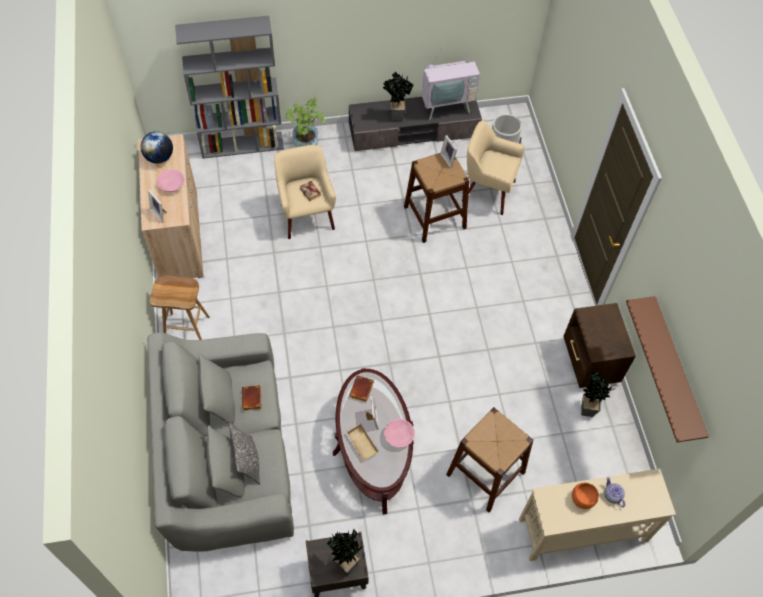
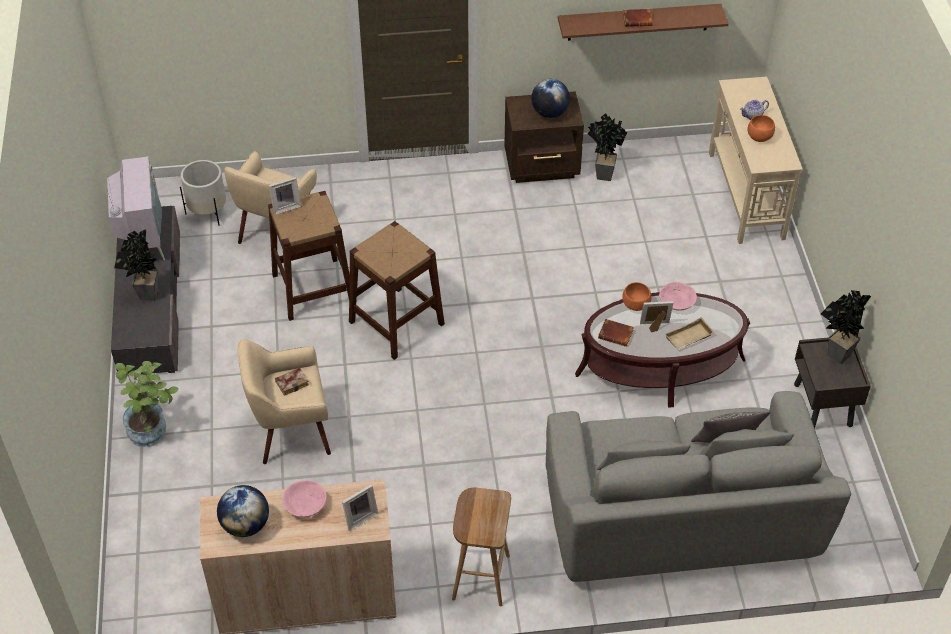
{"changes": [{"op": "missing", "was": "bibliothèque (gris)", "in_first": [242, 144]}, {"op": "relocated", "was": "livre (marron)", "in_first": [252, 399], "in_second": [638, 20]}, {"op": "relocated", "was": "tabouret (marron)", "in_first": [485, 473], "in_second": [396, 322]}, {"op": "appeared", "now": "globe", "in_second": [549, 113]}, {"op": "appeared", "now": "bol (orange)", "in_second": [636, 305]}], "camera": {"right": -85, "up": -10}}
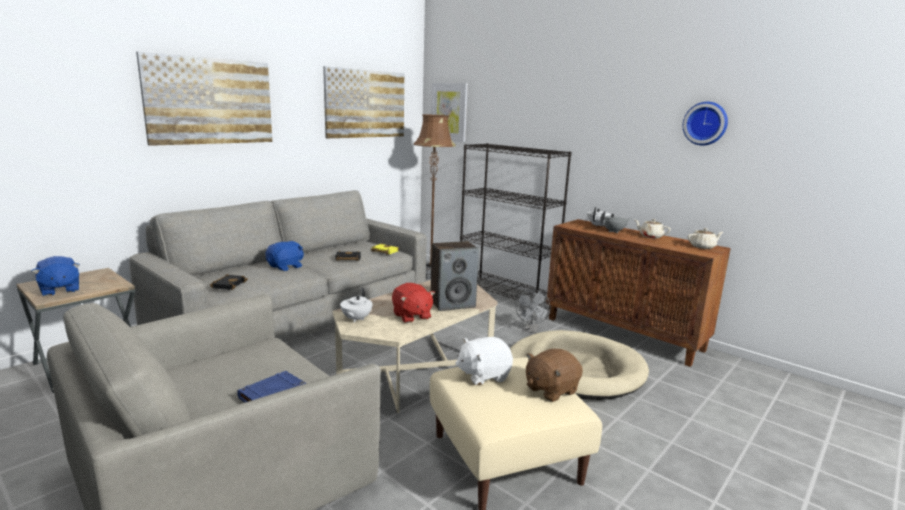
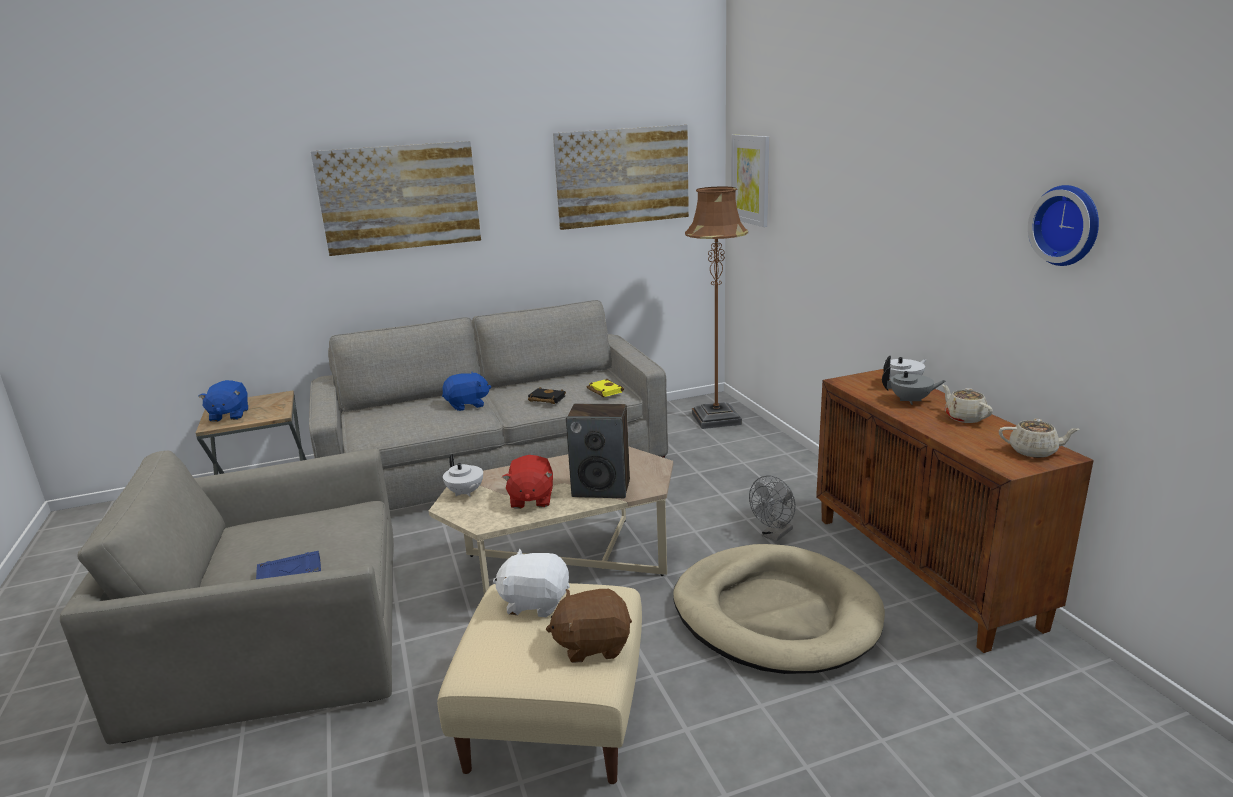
{"changes": [{"op": "missing", "was": "bibliothèque (noir)", "in_first": [506, 294]}, {"op": "missing", "was": "livre (noir)", "in_first": [228, 284]}, {"op": "spun", "was": "théière (blanc)", "in_first": [356, 319], "in_second": [465, 493], "clockwise": -75}], "camera": {"right": 30, "up": 5}}
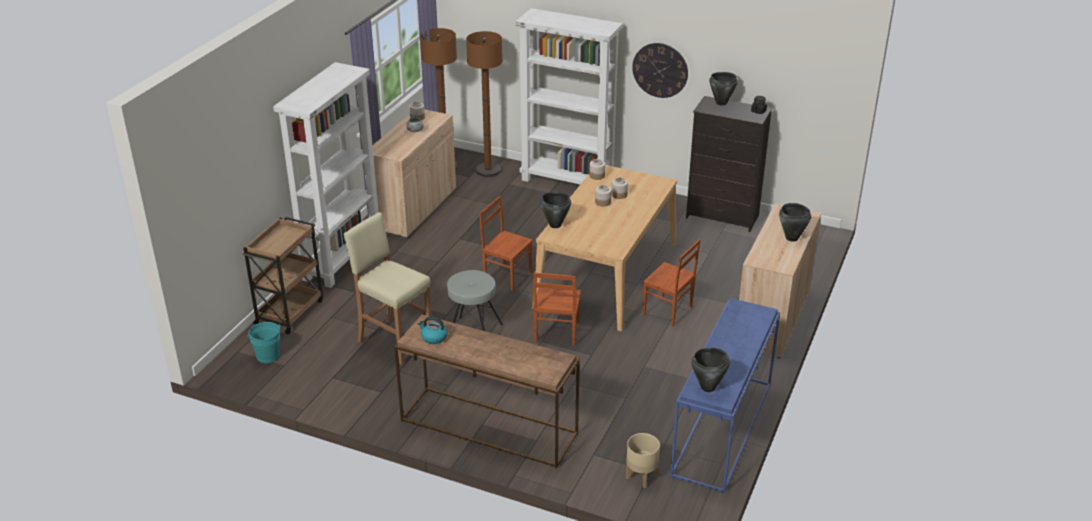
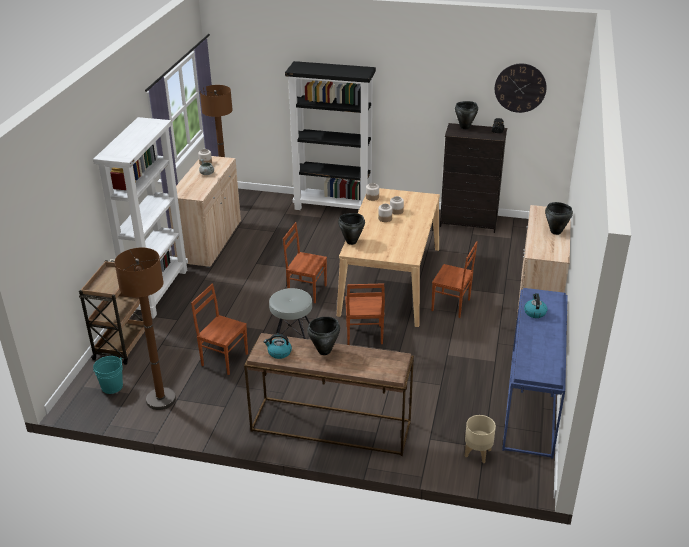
{"changes": [{"op": "colour", "was": "bibliothèque (blanc)", "now": "bibliothèque (noir)", "in_first": [568, 182], "in_second": [333, 207]}, {"op": "relocated", "was": "lampadaire (marron)", "in_first": [488, 171], "in_second": [161, 399]}, {"op": "relocated", "was": "horloge murale", "in_first": [660, 70], "in_second": [520, 88]}, {"op": "exchanged", "was": "tabouret (beige)", "now": "chaise (marron)", "in_first": [394, 341], "in_second": [224, 359]}, {"op": "relocated", "was": "marmite (noir)", "in_first": [708, 387], "in_second": [324, 351]}, {"op": "appeared", "now": "bouilloire", "in_second": [534, 312]}], "camera": {"right": -10, "up": 0}}
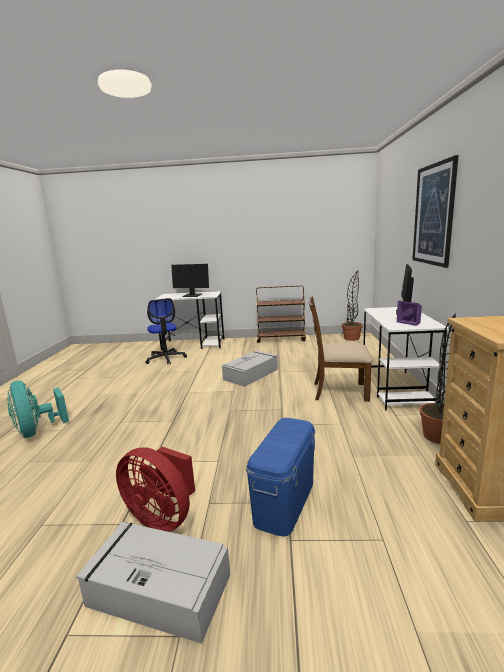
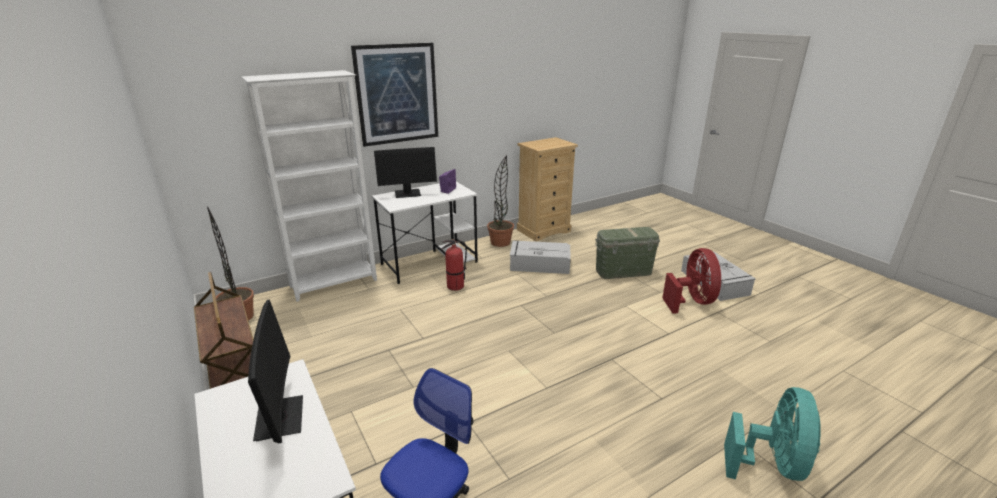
{"changes": [{"op": "exchanged", "was": "chaise (marron)", "now": "extincteur", "in_first": [339, 391], "in_second": [455, 286]}, {"op": "relocated", "was": "boîte de rangement (gris)", "in_first": [251, 374], "in_second": [539, 264]}, {"op": "colour", "was": "boîte de rangement (bleu)", "now": "boîte de rangement (vert)", "in_first": [285, 501], "in_second": [623, 271]}, {"op": "appeared", "now": "bibliothèque (blanc)", "in_second": [335, 283]}], "camera": {"right": -125, "up": 10}}
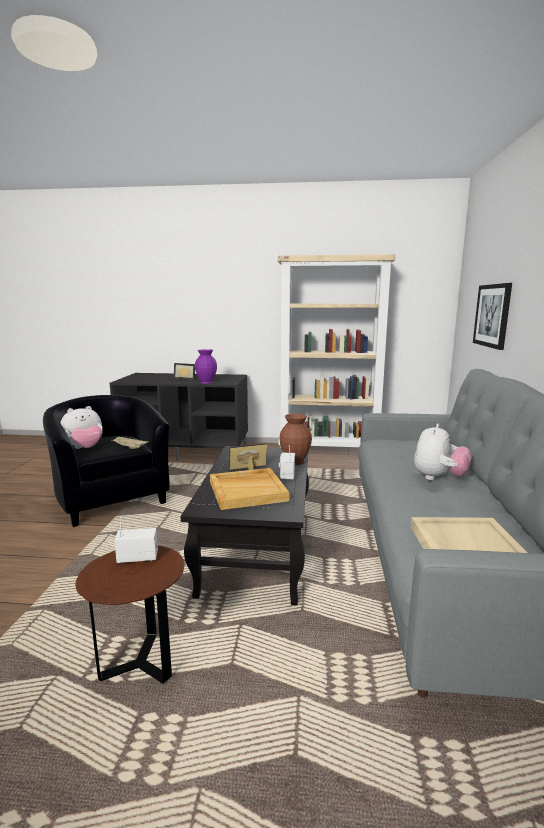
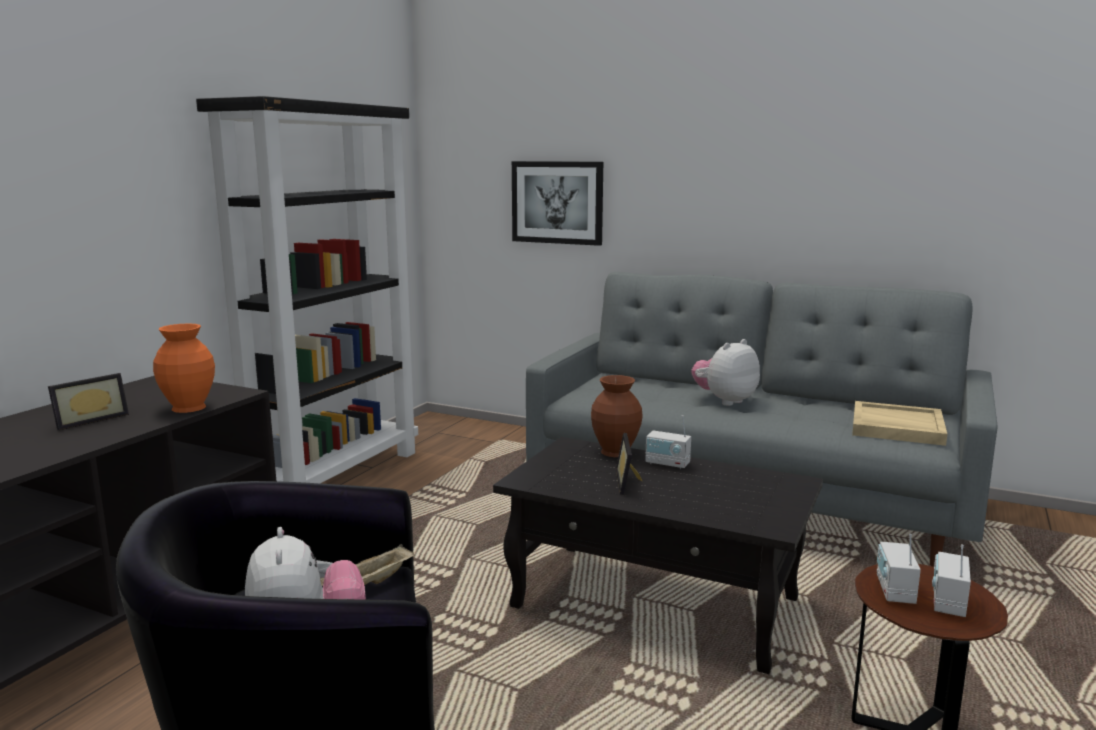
{"changes": [{"op": "colour", "was": "bibliothèque (beige)", "now": "bibliothèque (noir)", "in_first": [329, 451], "in_second": [337, 476]}, {"op": "colour", "was": "vase (violet)", "now": "vase (orange)", "in_first": [207, 382], "in_second": [190, 407]}, {"op": "spun", "was": "peluche", "in_first": [438, 478], "in_second": [724, 401], "clockwise": -90}, {"op": "missing", "was": "plateau (beige)", "in_first": [248, 491]}, {"op": "appeared", "now": "radio", "in_second": [948, 603]}], "camera": {"right": -70, "up": 0}}
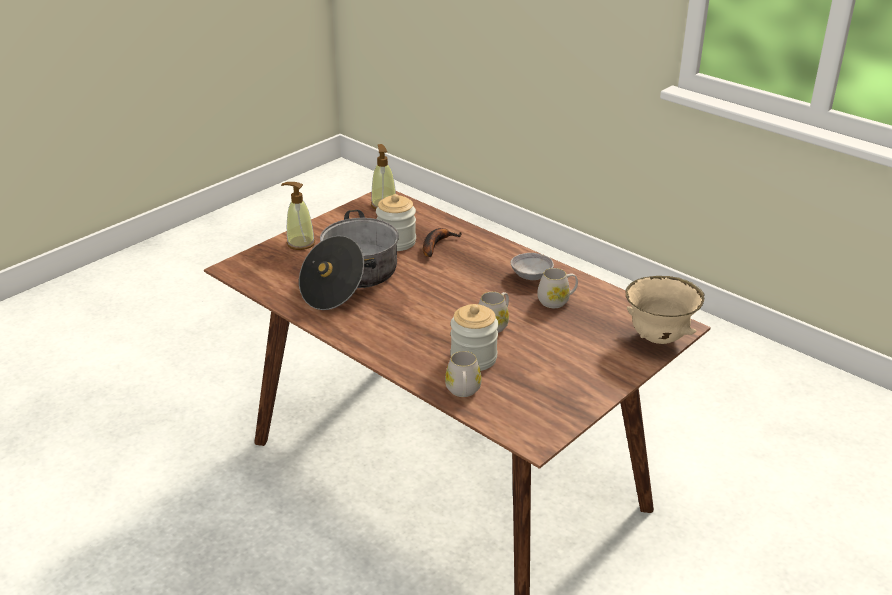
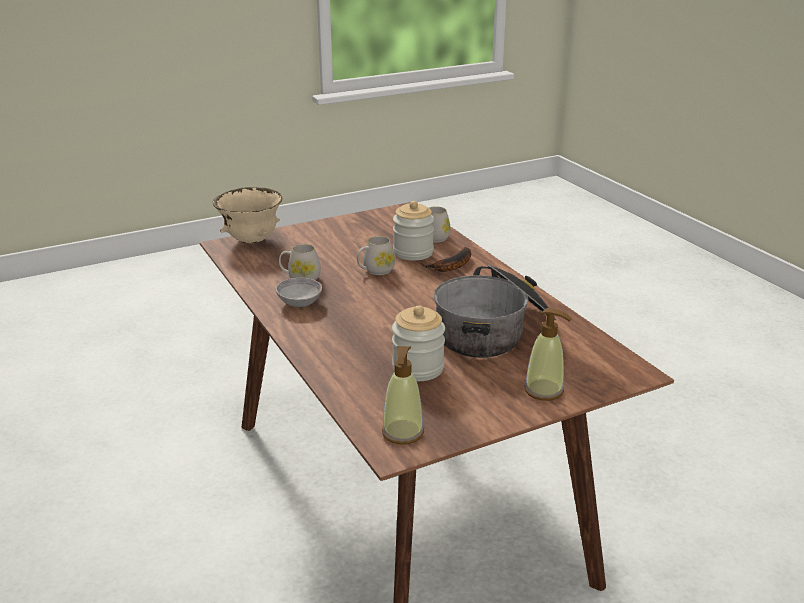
{"changes": [{"op": "relocated", "was": "banane", "in_first": [436, 245], "in_second": [451, 266]}], "camera": {"right": -160, "up": -5}}
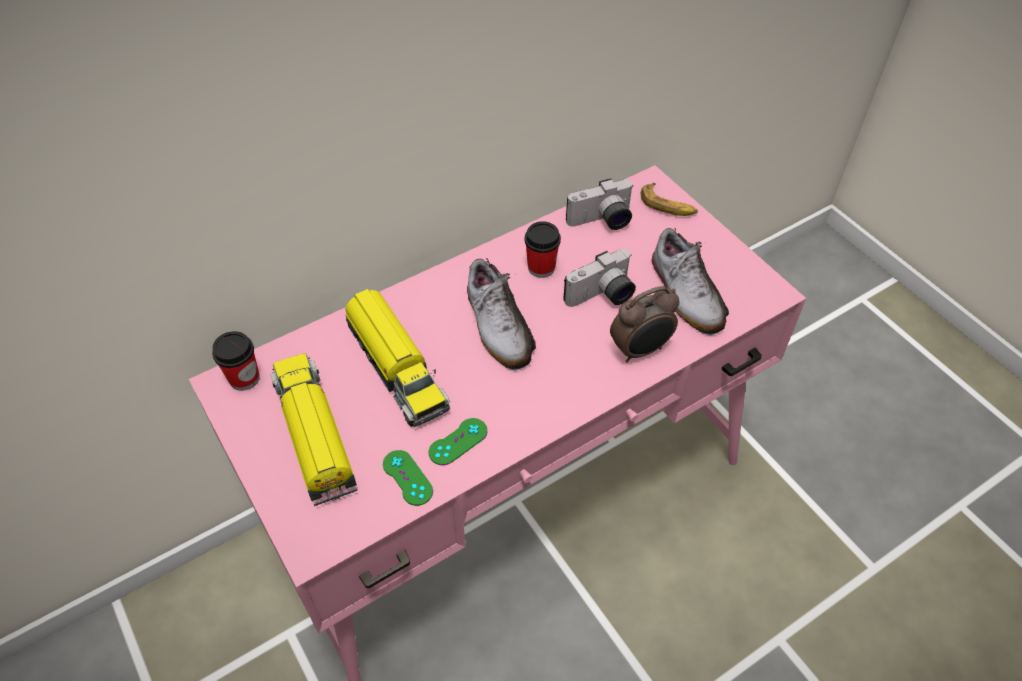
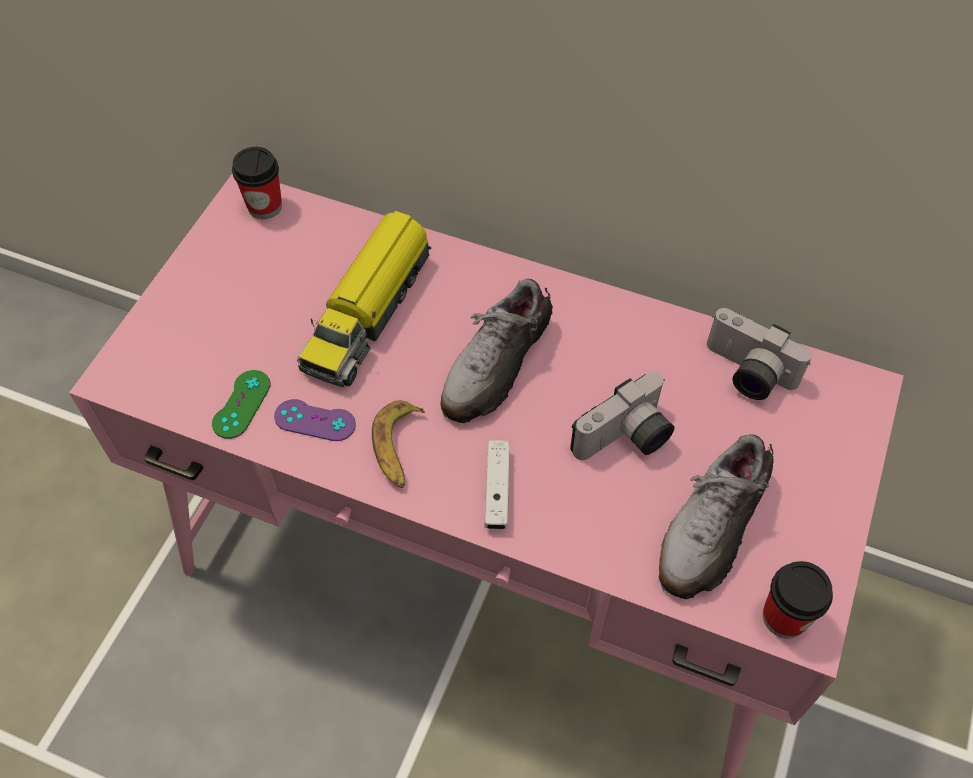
{"changes": [{"op": "relocated", "was": "banane", "in_first": [667, 206], "in_second": [398, 448]}, {"op": "relocated", "was": "tasse", "in_first": [541, 267], "in_second": [784, 617]}, {"op": "spun", "was": "appareil photo", "in_first": [602, 296], "in_second": [625, 440], "clockwise": -60}, {"op": "missing", "was": "réveil", "in_first": [640, 350]}, {"op": "missing", "was": "camion jouet", "in_first": [315, 436]}, {"op": "colour", "was": "manette (vert)", "now": "manette (violet)", "in_first": [458, 441], "in_second": [315, 420]}, {"op": "appeared", "now": "manette (blanc)", "in_second": [497, 490]}], "camera": {"right": 55, "up": 5}}
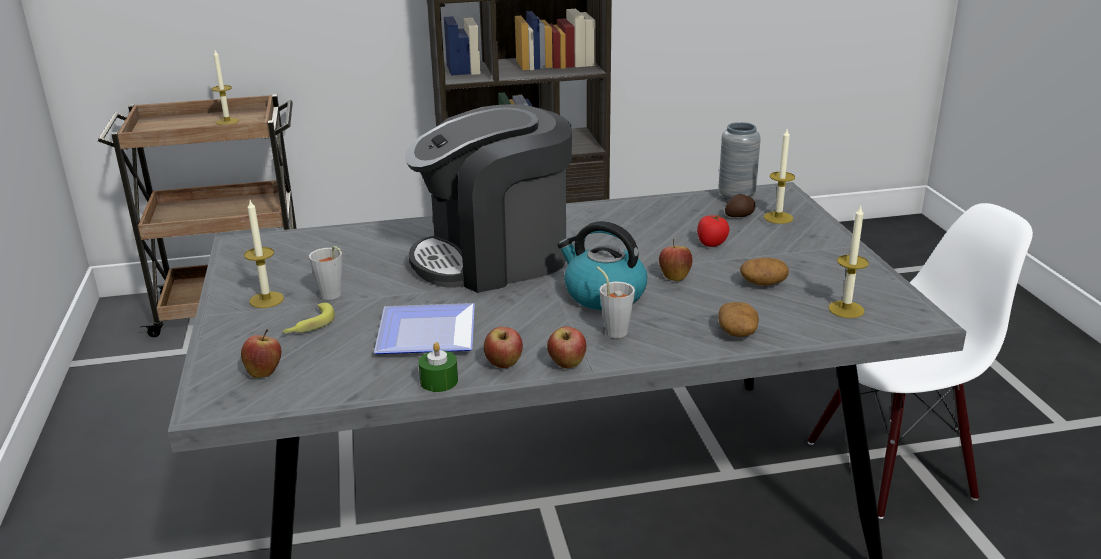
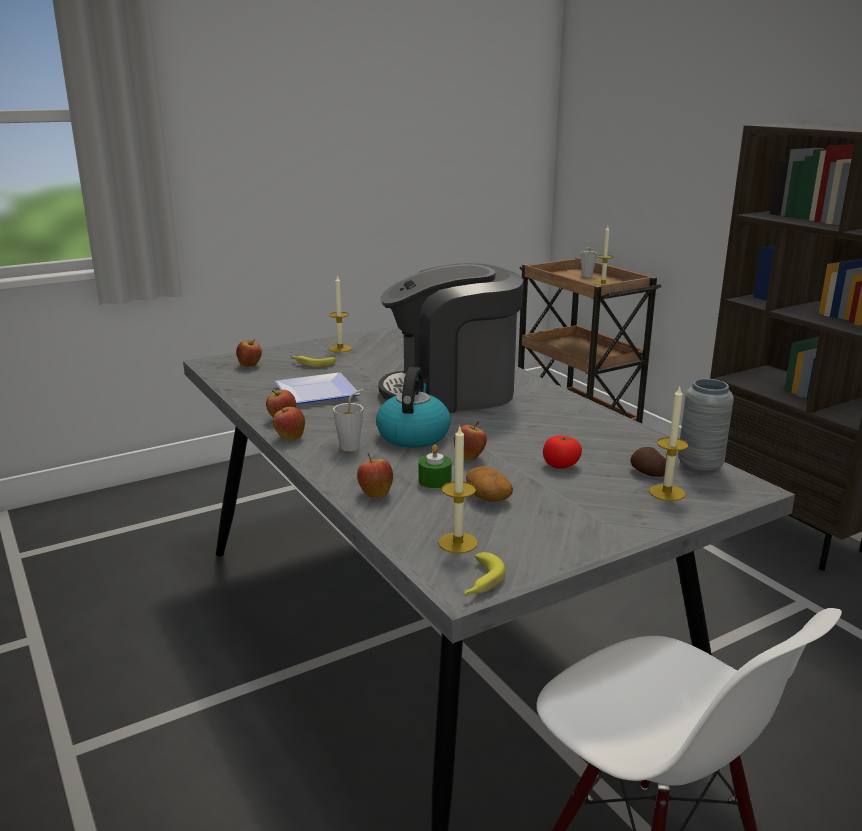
{"changes": [{"op": "spun", "was": "machine à café", "in_first": [494, 258], "in_second": [451, 392], "clockwise": -60}, {"op": "relocated", "was": "tasse (gris)", "in_first": [332, 297], "in_second": [586, 276]}, {"op": "exchanged", "was": "pomme de terre", "now": "pomme", "in_first": [737, 332], "in_second": [375, 493]}, {"op": "relocated", "was": "bougie (vert)", "in_first": [439, 381], "in_second": [434, 480]}, {"op": "appeared", "now": "banane", "in_second": [479, 582]}], "camera": {"right": 70, "up": -5}}
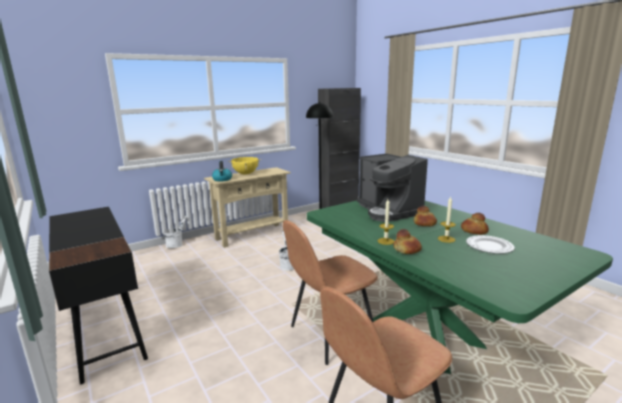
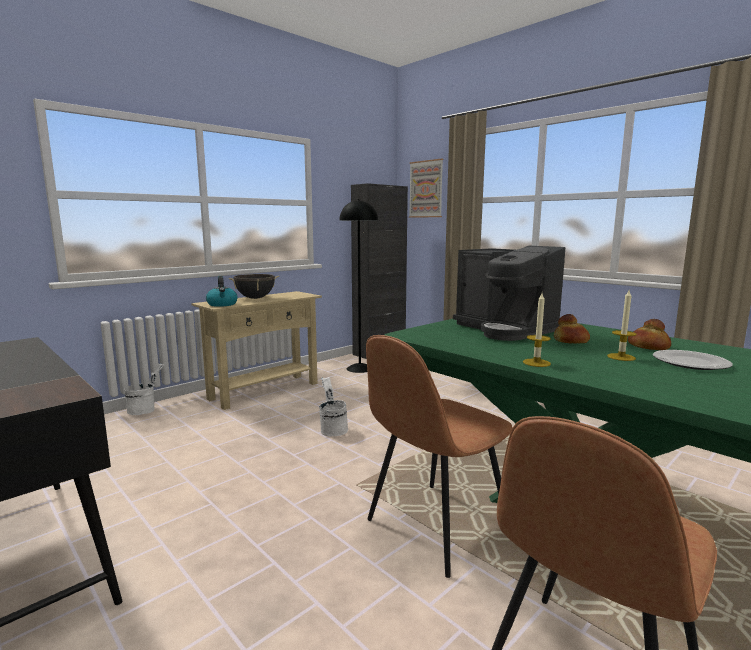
{"changes": [{"op": "colour", "was": "marmite (jaune)", "now": "marmite (noir)", "in_first": [245, 174], "in_second": [255, 298]}, {"op": "missing", "was": "pain", "in_first": [406, 250]}, {"op": "appeared", "now": "tableau", "in_second": [426, 189]}], "camera": {"right": -10, "up": -5}}
